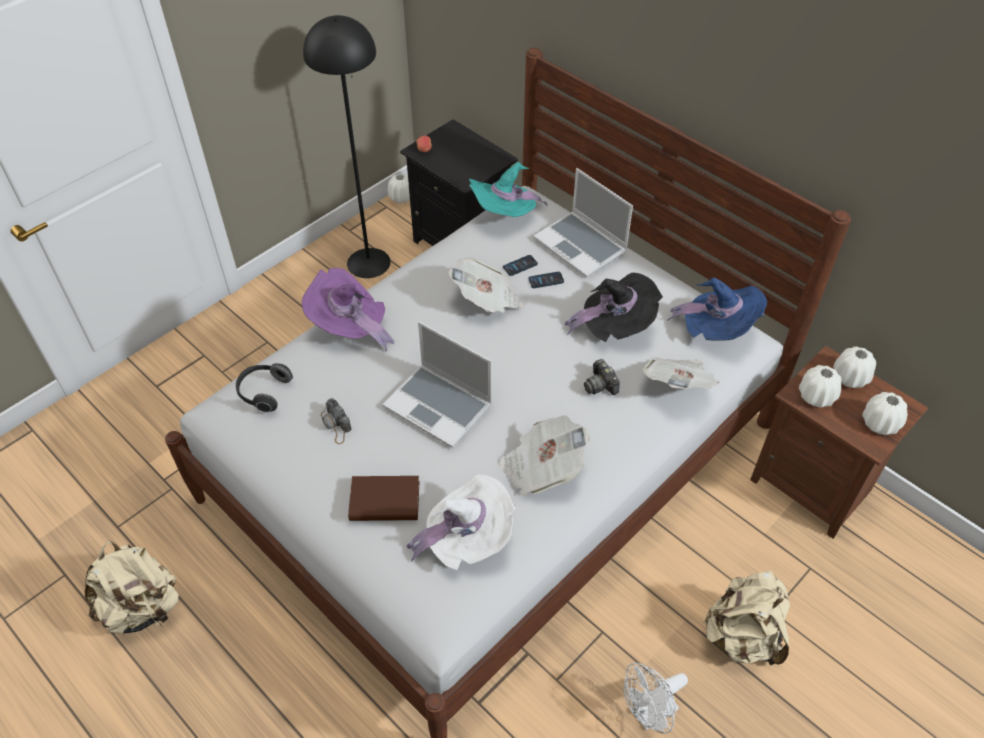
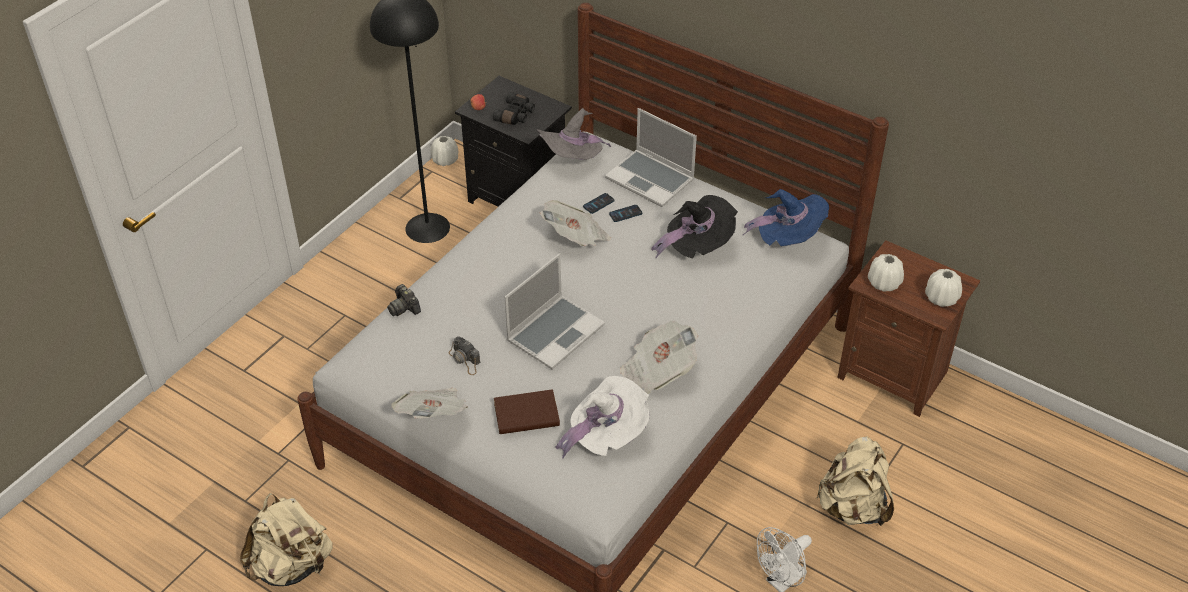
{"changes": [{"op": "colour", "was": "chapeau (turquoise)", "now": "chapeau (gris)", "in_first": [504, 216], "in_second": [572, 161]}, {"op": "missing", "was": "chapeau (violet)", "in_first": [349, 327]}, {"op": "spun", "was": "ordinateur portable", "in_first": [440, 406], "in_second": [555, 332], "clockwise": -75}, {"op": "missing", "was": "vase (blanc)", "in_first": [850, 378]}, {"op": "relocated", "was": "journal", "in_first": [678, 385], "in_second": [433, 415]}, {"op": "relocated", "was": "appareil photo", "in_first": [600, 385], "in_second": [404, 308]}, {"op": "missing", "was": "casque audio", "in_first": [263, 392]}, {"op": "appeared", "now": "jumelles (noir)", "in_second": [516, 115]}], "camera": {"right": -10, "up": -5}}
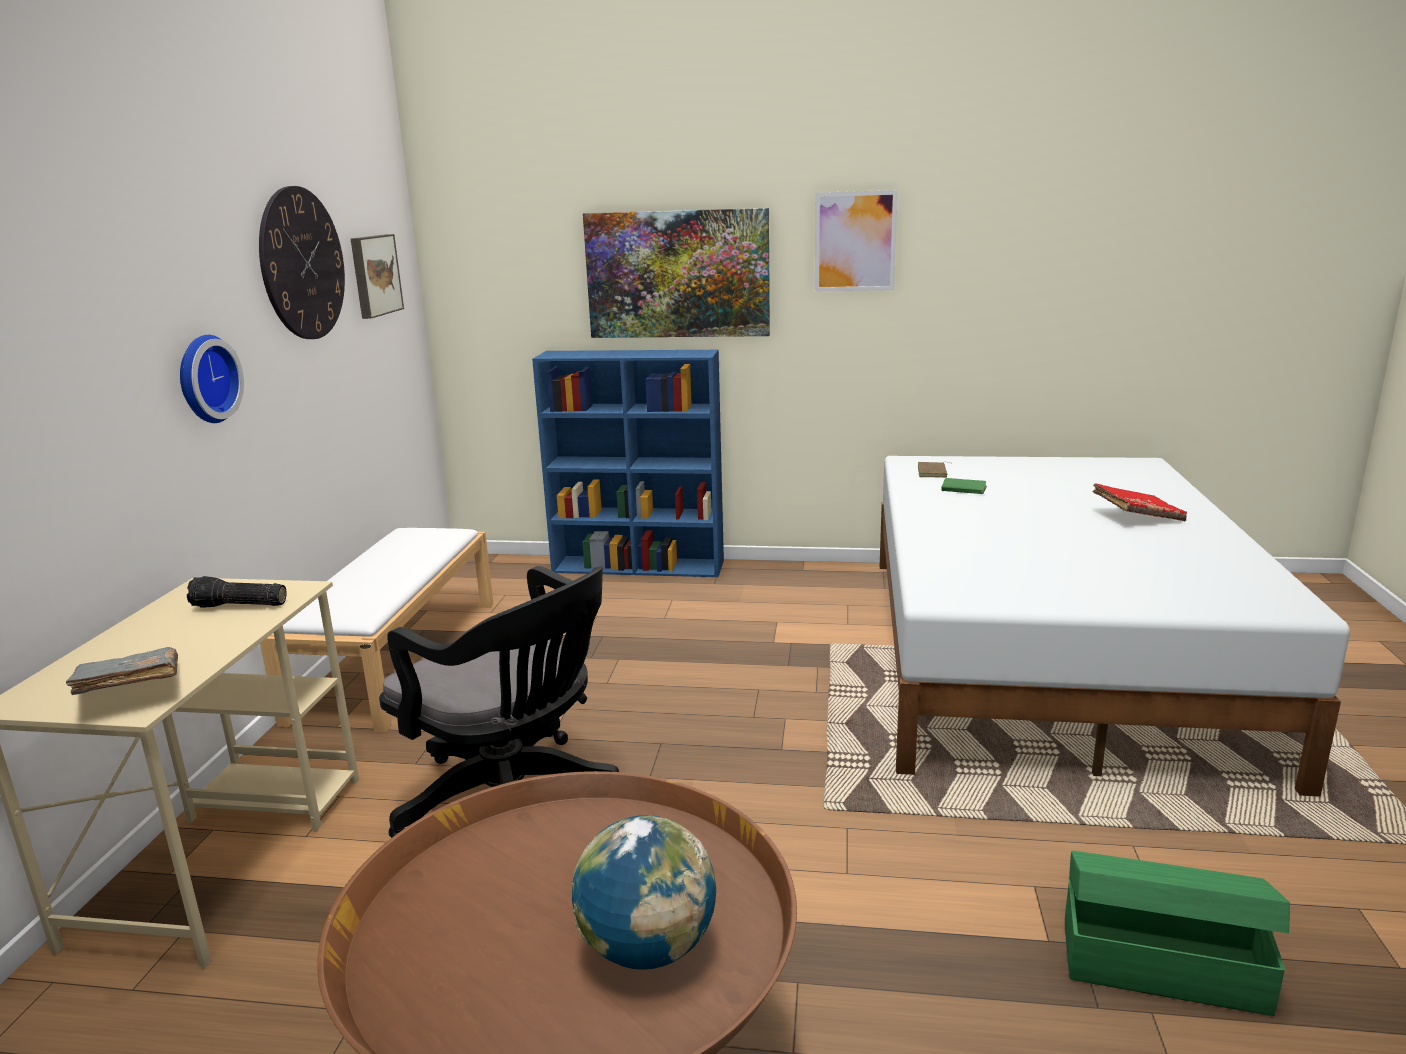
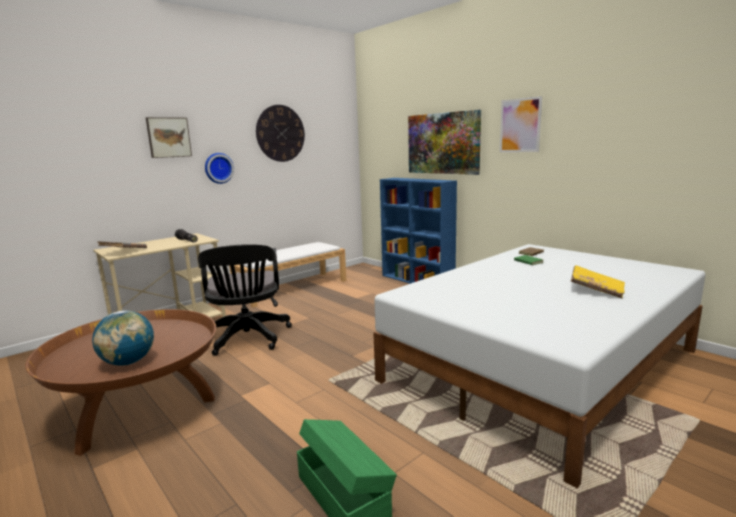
{"changes": [{"op": "relocated", "was": "tableau", "in_first": [374, 275], "in_second": [168, 137]}, {"op": "colour", "was": "livre (rouge)", "now": "livre (jaune)", "in_first": [1137, 516], "in_second": [596, 290]}], "camera": {"right": 40, "up": -5}}
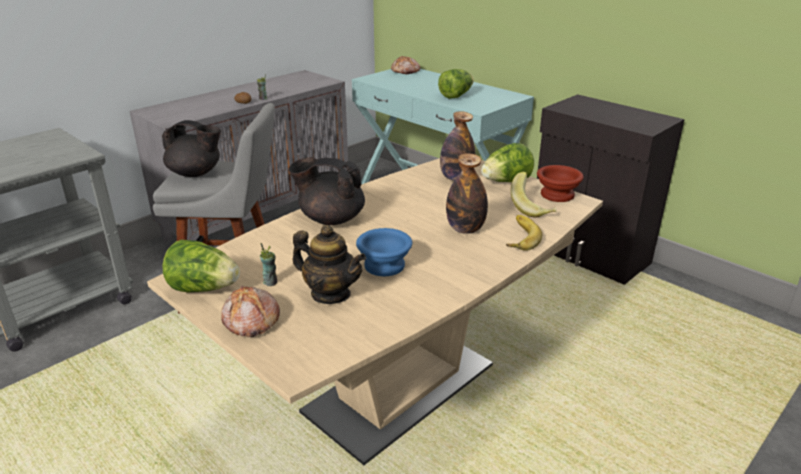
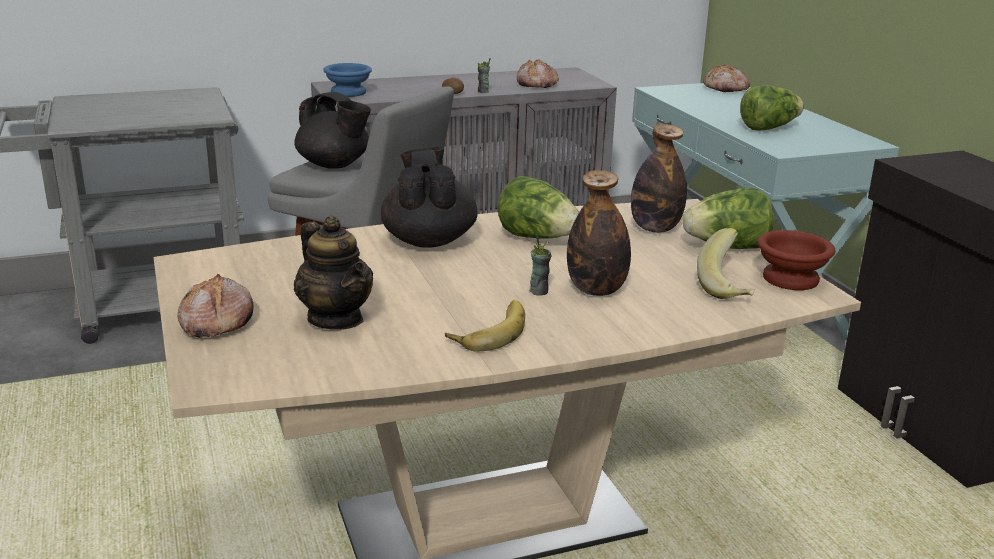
{"changes": [{"op": "spun", "was": "théière (noir)", "in_first": [331, 219], "in_second": [428, 240], "clockwise": 45}, {"op": "relocated", "was": "banane", "in_first": [518, 236], "in_second": [488, 331]}, {"op": "relocated", "was": "bol (bleu)", "in_first": [383, 266], "in_second": [347, 93]}, {"op": "relocated", "was": "laitue", "in_first": [204, 288], "in_second": [537, 238]}, {"op": "relocated", "was": "tasse", "in_first": [270, 282], "in_second": [539, 291]}, {"op": "appeared", "now": "pain", "in_second": [536, 84]}], "camera": {"right": 25, "up": -5}}
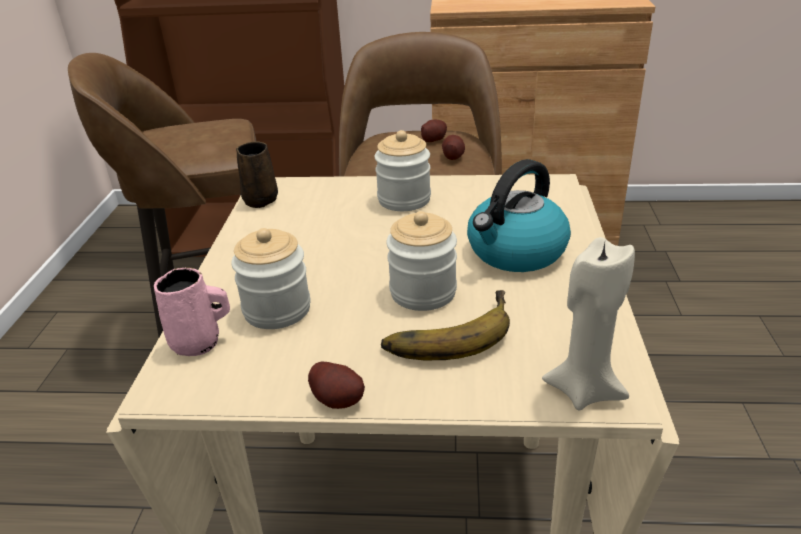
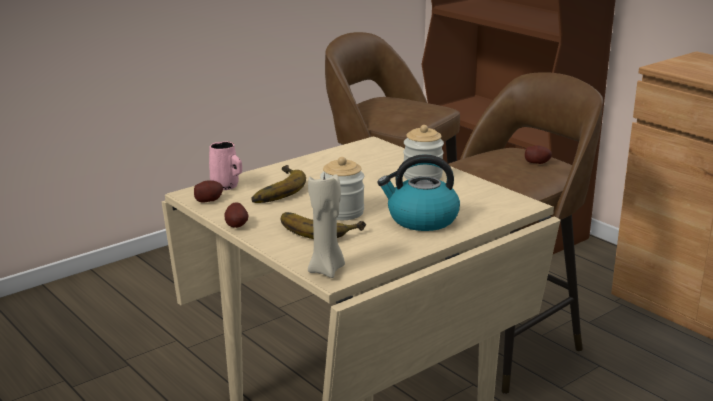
{"changes": [{"op": "relocated", "was": "pomme de terre", "in_first": [453, 156], "in_second": [209, 200]}, {"op": "missing", "was": "mug (marron)", "in_first": [262, 199]}, {"op": "exchanged", "was": "bocal", "now": "banane", "in_first": [277, 309], "in_second": [273, 190]}], "camera": {"right": 45, "up": -10}}
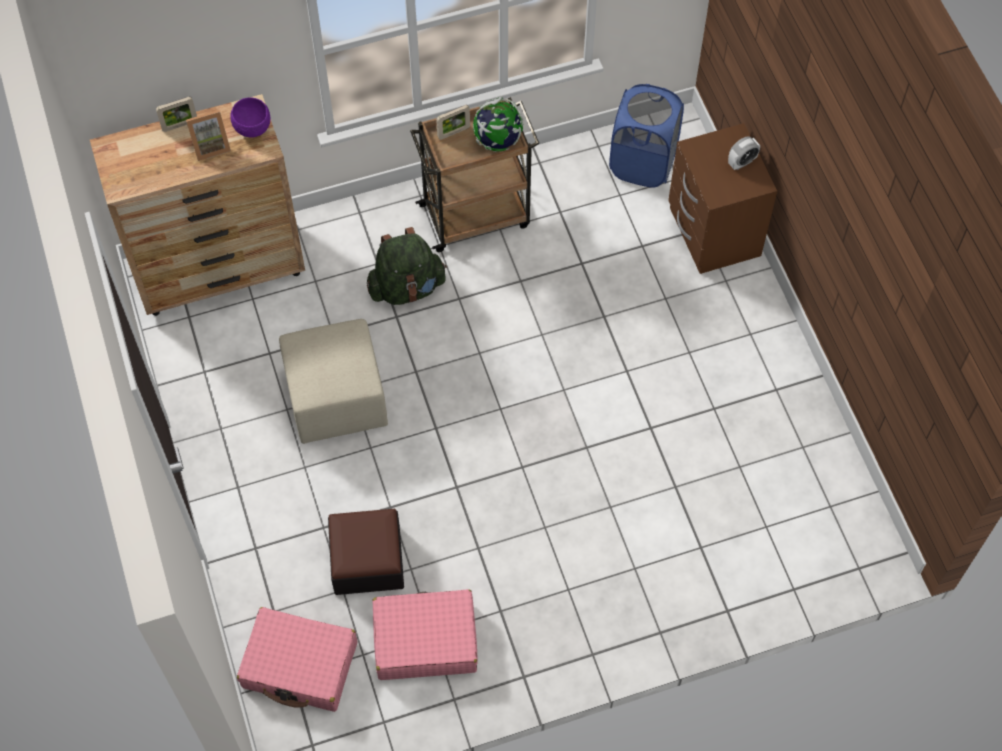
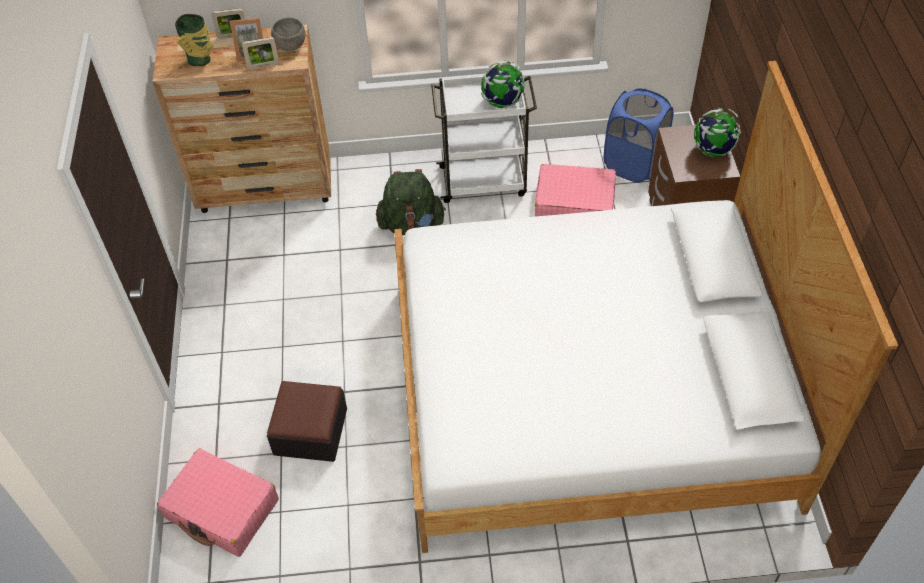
{"changes": [{"op": "colour", "was": "bol (violet)", "now": "bol (gris)", "in_first": [252, 128], "in_second": [290, 46]}, {"op": "colour", "was": "chariot (marron)", "now": "chariot (blanc)", "in_first": [476, 215], "in_second": [484, 181]}, {"op": "relocated", "was": "cadre photo", "in_first": [453, 132], "in_second": [263, 66]}, {"op": "exchanged", "was": "réveil", "now": "globe", "in_first": [742, 162], "in_second": [712, 151]}, {"op": "missing", "was": "pouf (beige)", "in_first": [336, 398]}, {"op": "relocated", "was": "valise (rose)", "in_first": [425, 640], "in_second": [573, 205]}, {"op": "appeared", "now": "vase", "in_second": [200, 60]}, {"op": "appeared", "now": "lit", "in_second": [589, 391]}], "camera": {"right": 15, "up": -10}}
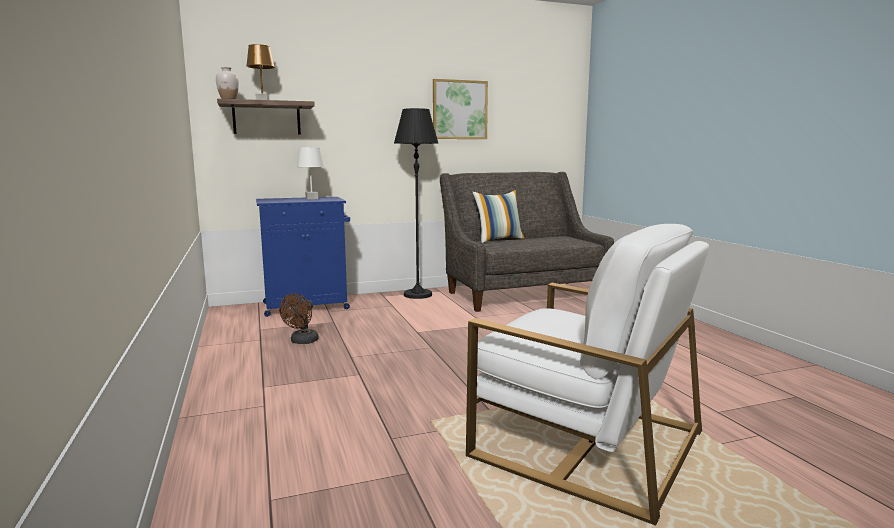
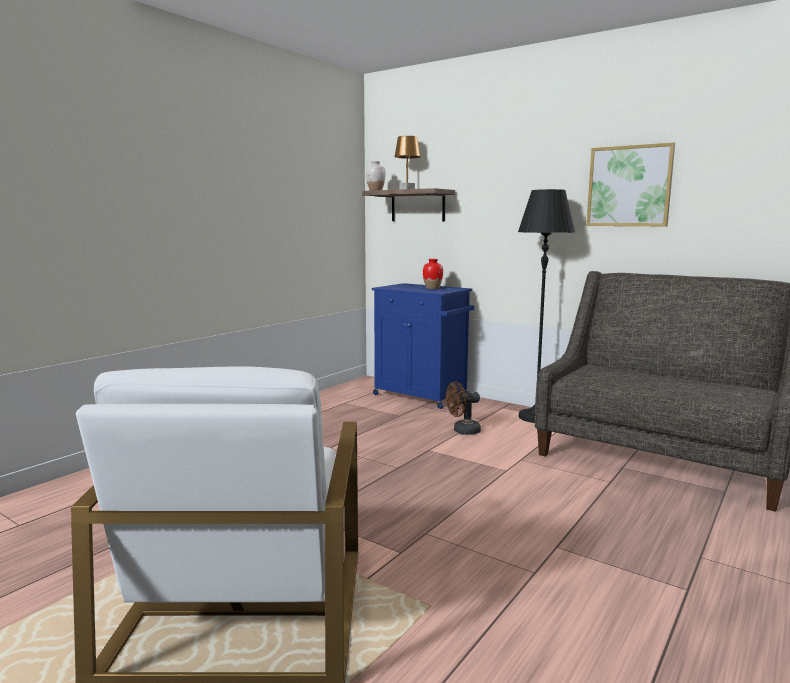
{"changes": [{"op": "exchanged", "was": "lampe de table (blanc)", "now": "vase (rouge)", "in_first": [312, 199], "in_second": [432, 288]}, {"op": "missing", "was": "coussin", "in_first": [499, 240]}, {"op": "relocated", "was": "ventilateur (marron)", "in_first": [302, 342], "in_second": [462, 431]}], "camera": {"right": 55, "up": 0}}
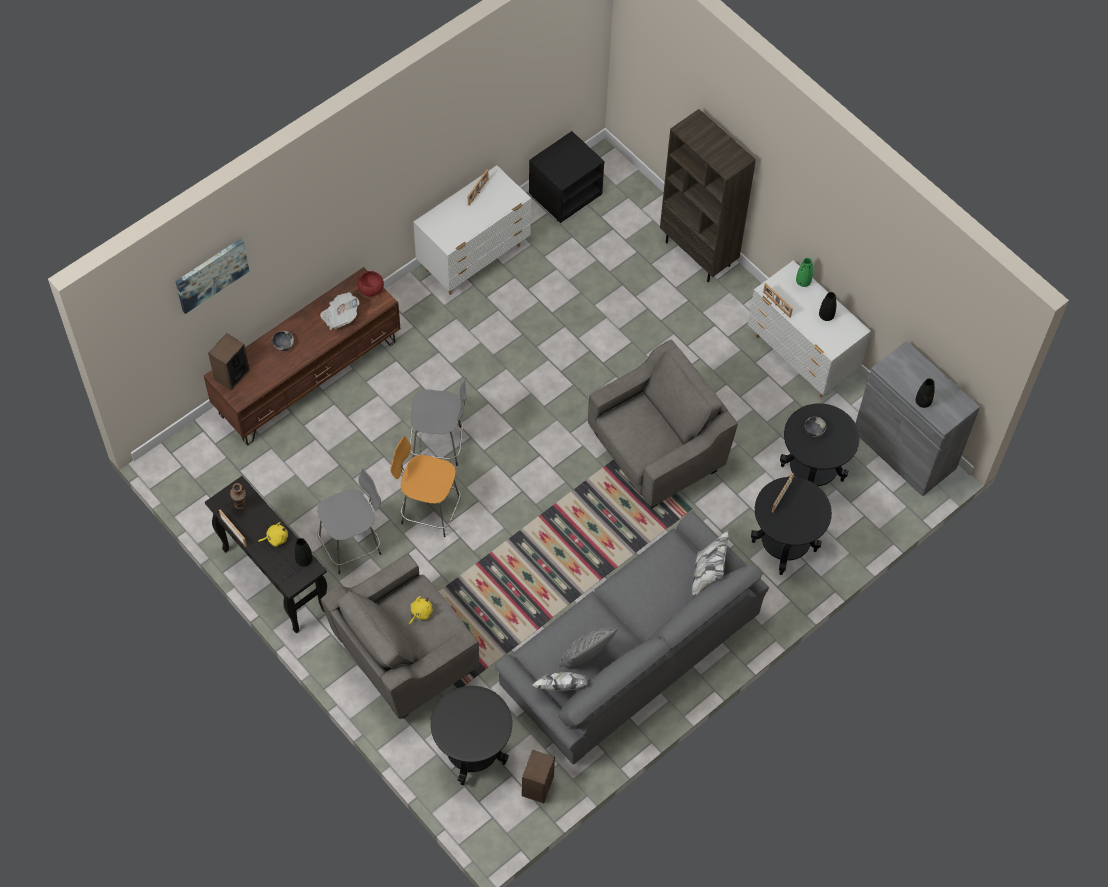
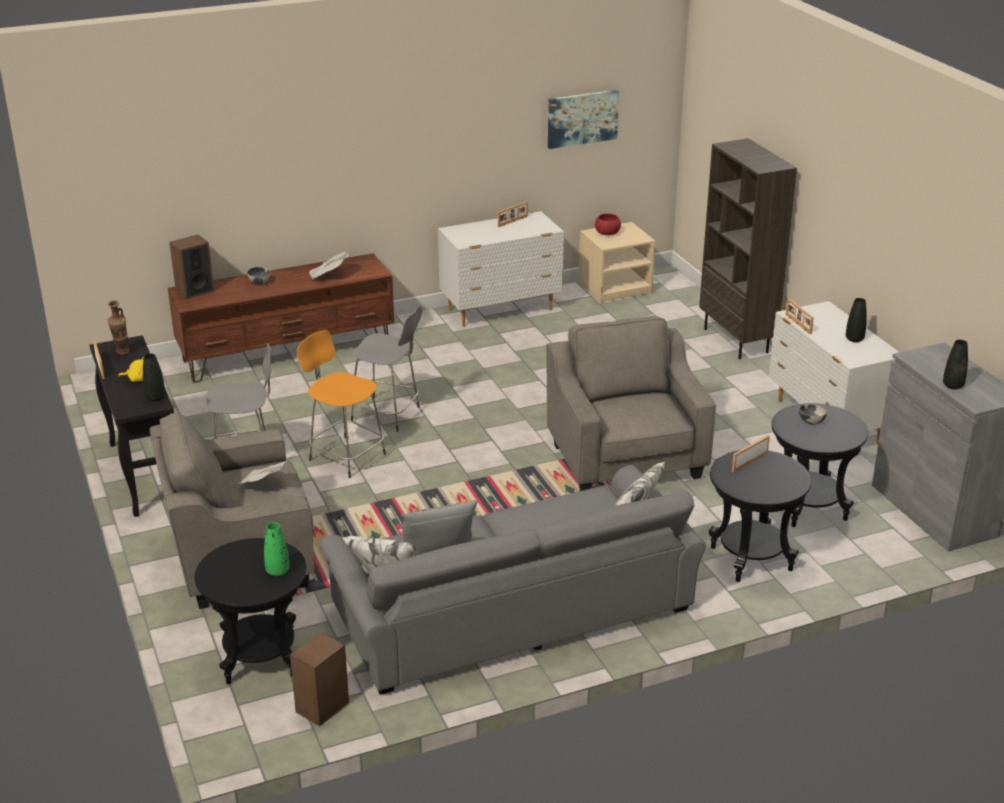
{"changes": [{"op": "colour", "was": "table de chevet (noir)", "now": "table de chevet (beige)", "in_first": [565, 193], "in_second": [615, 288]}, {"op": "relocated", "was": "tableau", "in_first": [211, 274], "in_second": [582, 118]}, {"op": "relocated", "was": "vase (vert)", "in_first": [803, 282], "in_second": [277, 571]}, {"op": "relocated", "was": "bol (rouge)", "in_first": [371, 289], "in_second": [607, 233]}, {"op": "spun", "was": "fauteuil (gris)", "in_first": [656, 452], "in_second": [626, 460], "clockwise": -90}, {"op": "exchanged", "was": "peluche (jaune)", "now": "journal", "in_first": [420, 613], "in_second": [263, 484]}], "camera": {"right": 20, "up": -30}}
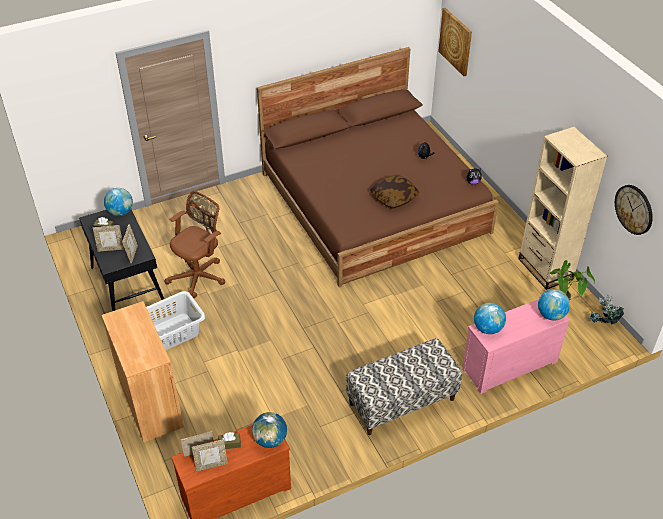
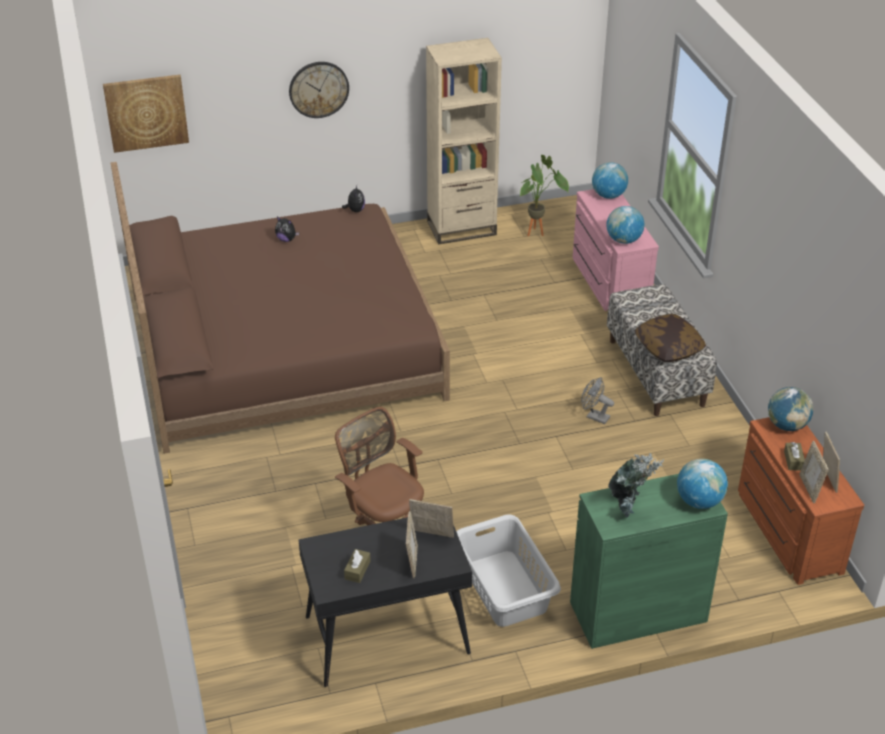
{"changes": [{"op": "relocated", "was": "coussin", "in_first": [394, 197], "in_second": [668, 347]}, {"op": "relocated", "was": "horloge murale", "in_first": [634, 209], "in_second": [318, 89]}, {"op": "relocated", "was": "globe", "in_first": [120, 212], "in_second": [699, 501]}, {"op": "relocated", "was": "plante en pot", "in_first": [603, 324], "in_second": [629, 506]}, {"op": "colour", "was": "meuble de rangement (marron)", "now": "meuble de rangement (vert)", "in_first": [151, 403], "in_second": [638, 612]}, {"op": "appeared", "now": "ventilateur (gris)", "in_second": [594, 416]}], "camera": {"right": -80, "up": -5}}
